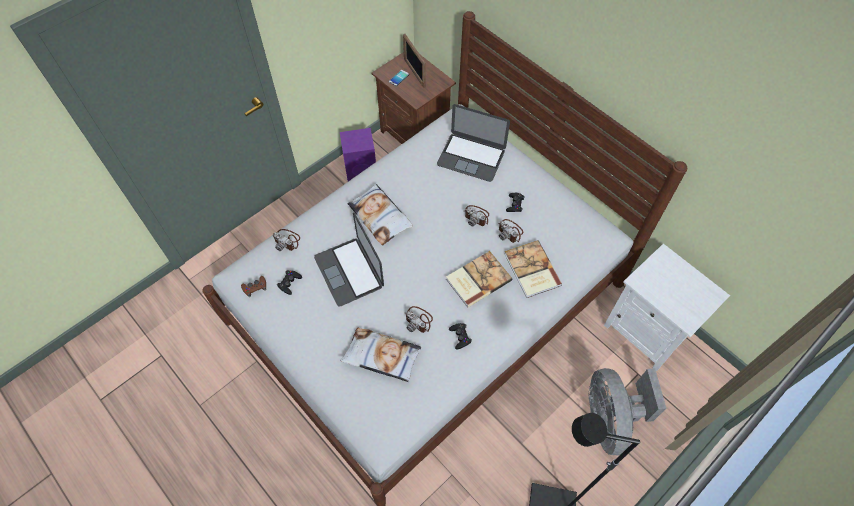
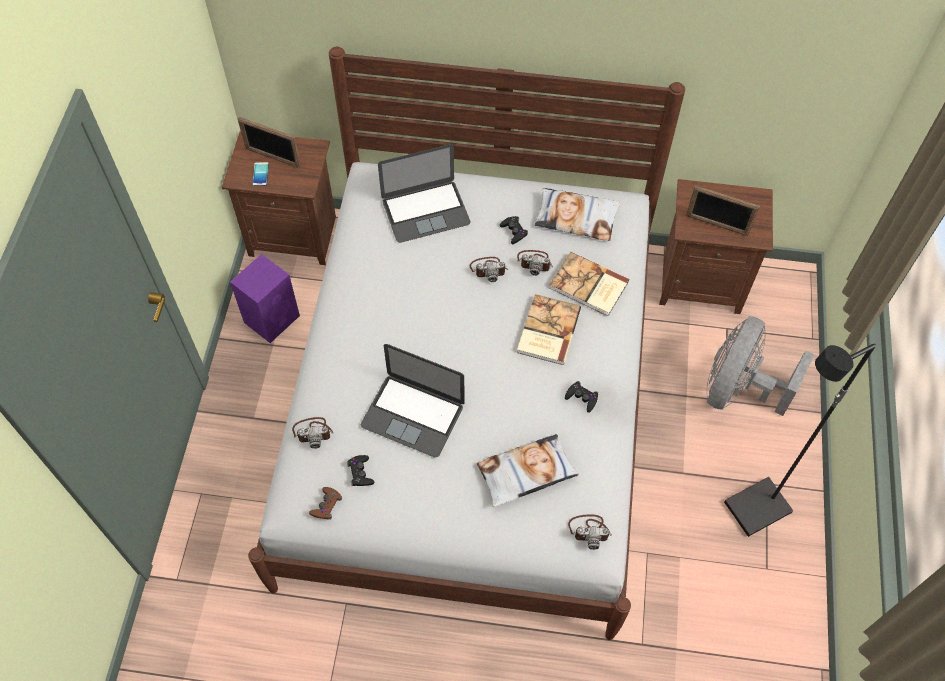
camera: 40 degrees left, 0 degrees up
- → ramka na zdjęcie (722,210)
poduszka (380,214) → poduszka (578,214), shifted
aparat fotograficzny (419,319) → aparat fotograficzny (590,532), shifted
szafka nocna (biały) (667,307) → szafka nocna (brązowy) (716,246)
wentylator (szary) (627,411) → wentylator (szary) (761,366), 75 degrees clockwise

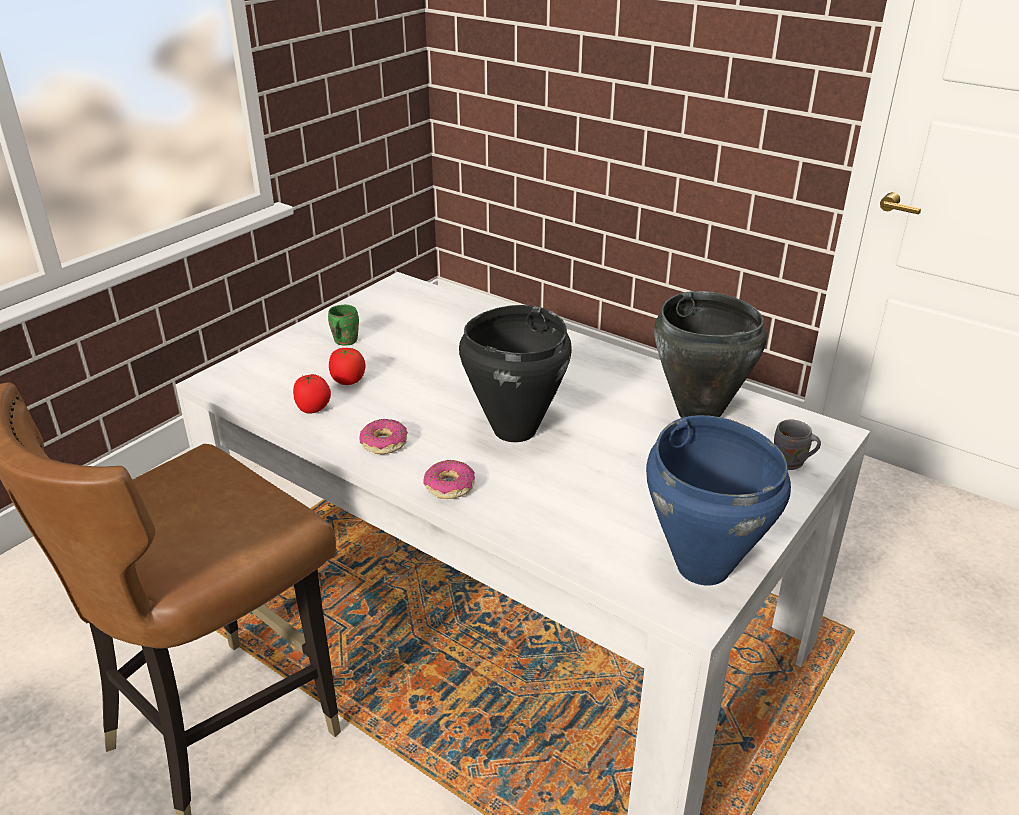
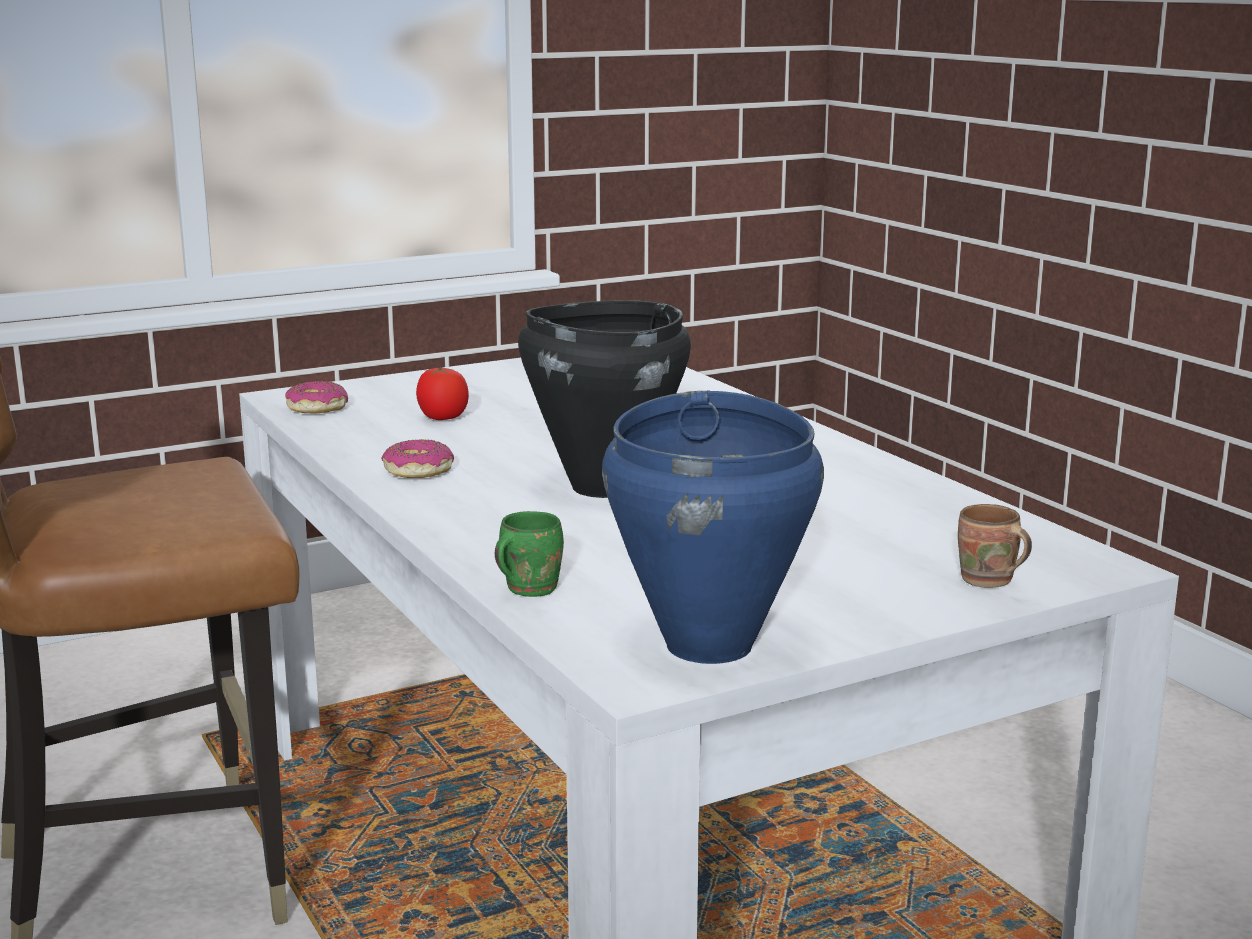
camera: 25 degrees right, 15 degrees down
pomidor (312,394) → -
garnek (czarny) (710,354) → -
kubek (zielony) (343,325) → kubek (zielony) (529,554), shifted
donut (449,479) → donut (316,397), shifted
kubek (szary) (797,444) → kubek (brązowy) (995,546)

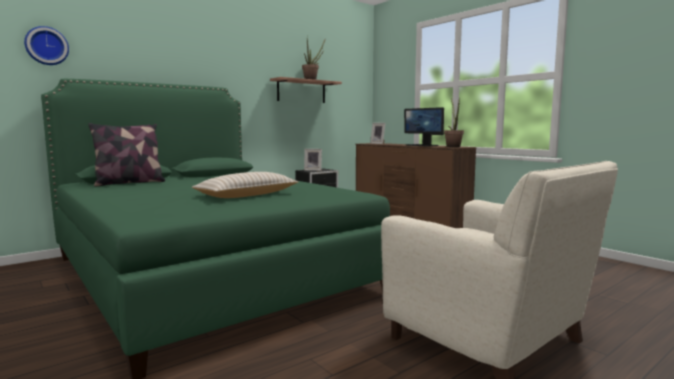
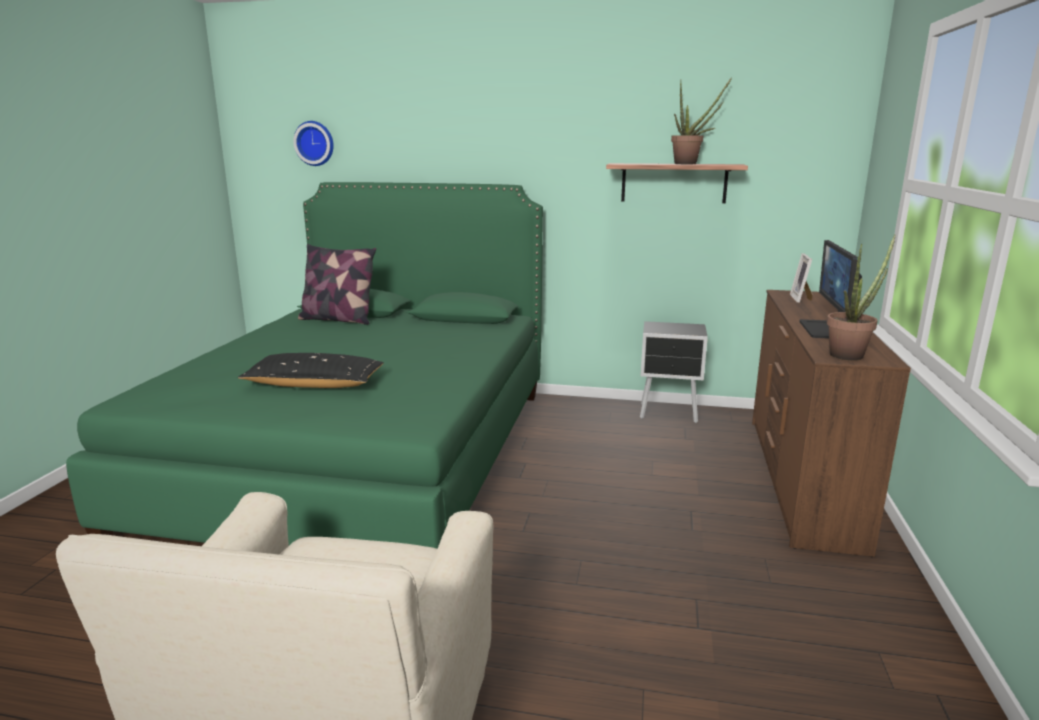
camera: 50 degrees right, 10 degrees up
ramka na zdjęcie (313,160) → -
poduszka (beżowy) (245,185) → poduszka (czarny) (311,370)

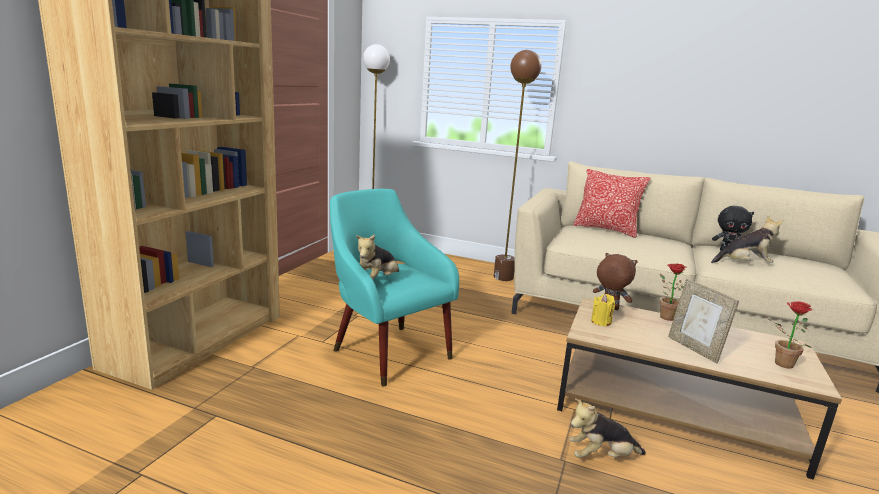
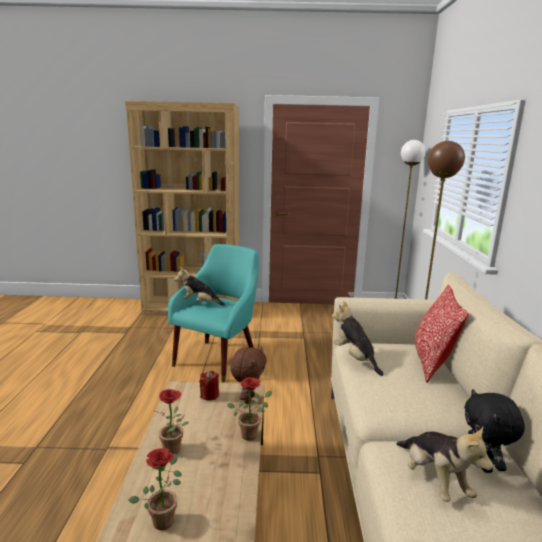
camera: 70 degrees right, 0 degrees up
pluszak (607,428) → pluszak (358,338), shifted
ramka na zdjęcie (703,321) → roślina doniczkowa (172,421)
świeca (żółty) (603,310) → świeca (czerwony) (209,386)

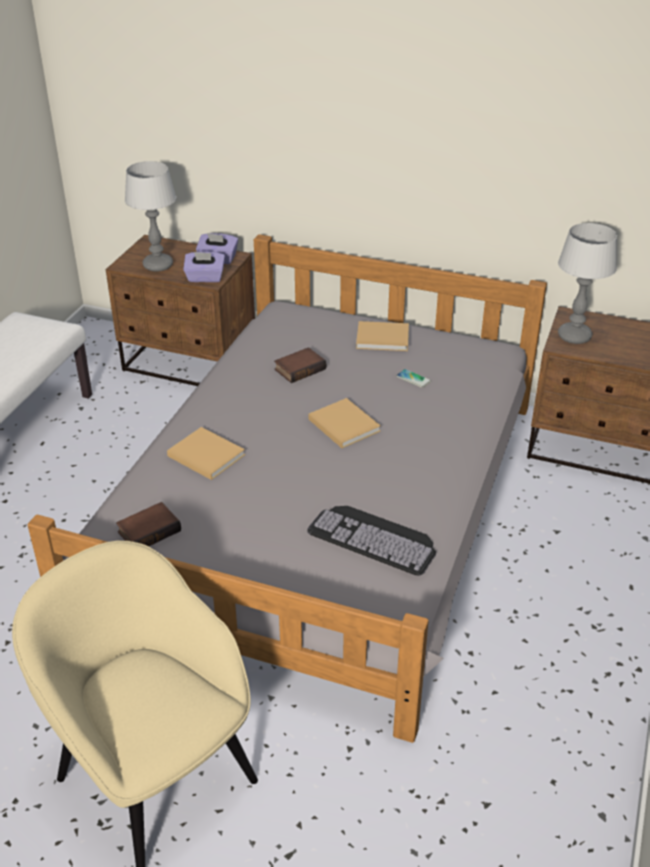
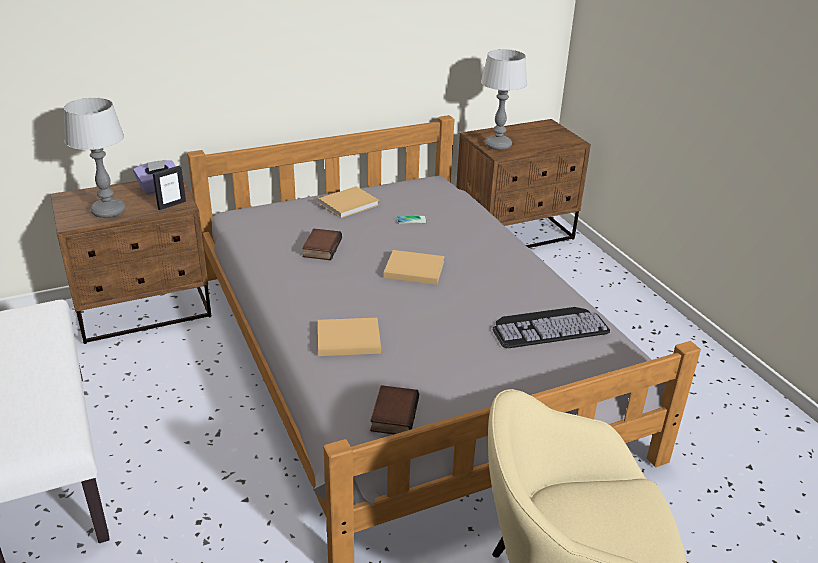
camera: 45 degrees left, 5 degrees down
pudełko chusteczek (fioletowy) (204,266) → ramka na zdjęcie (169,188)

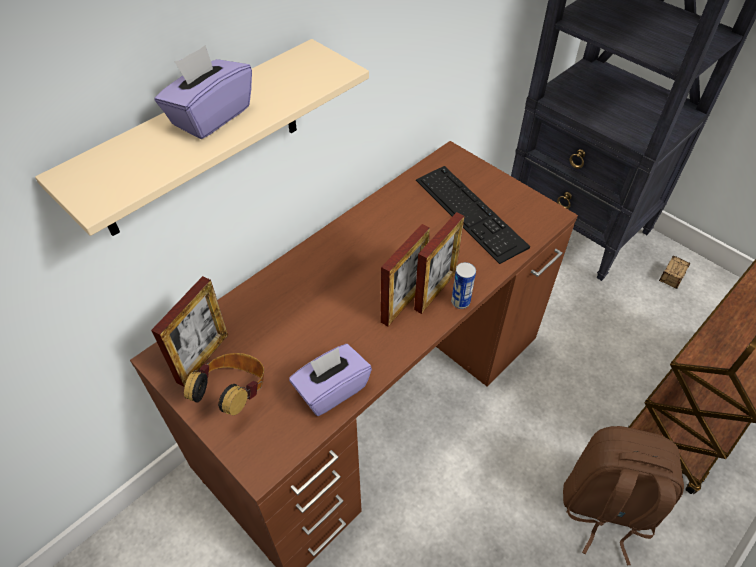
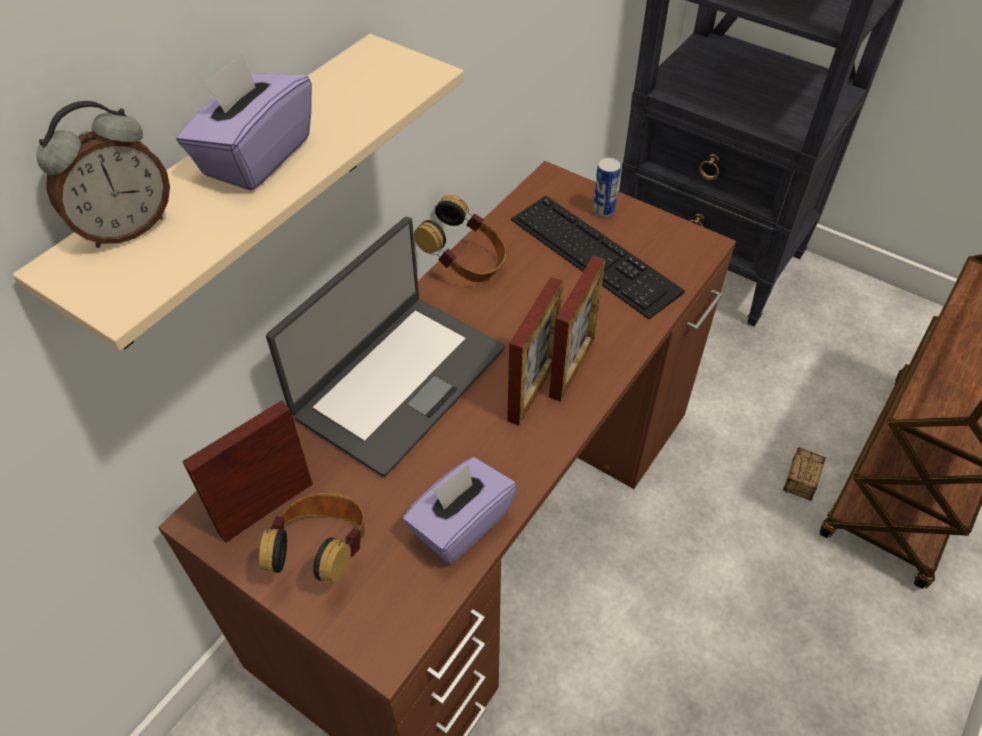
camera: 10 degrees left, 0 degrees up
plecak (brązowy) (623,495) → -
- → budzik (103,174)
- → laptop (385,347)
- → słuchawki (460,239)
puszka (463,285) → puszka (607,187), shifted
pojemnik do przechowywania (674,271) → pojemnik do przechowywania (804,477), shifted
ramka na zdjęcie (189,331) → ramka na zdjęcie (247,471), 150 degrees counterclockwise

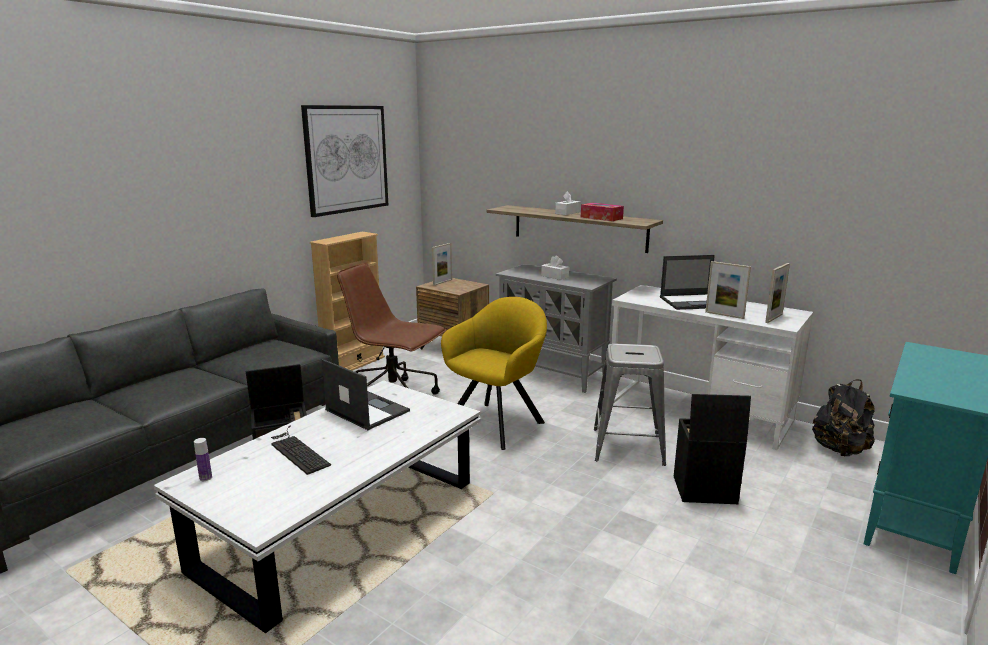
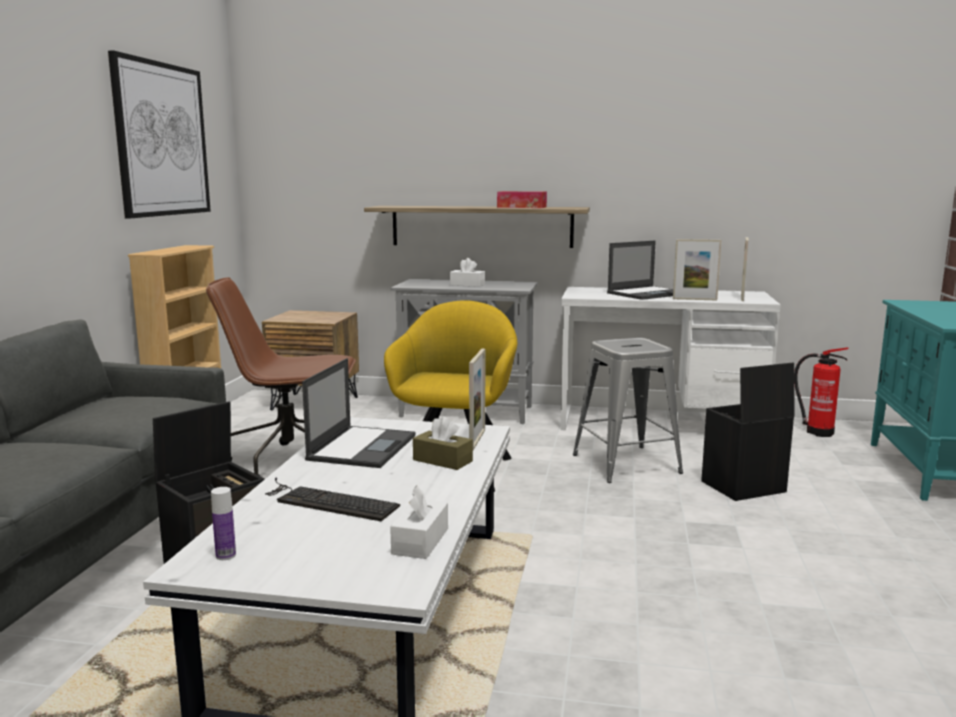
camera: 25 degrees left, 5 degrees down
- → pudełko chusteczek (brązowy) (443,443)
ramka na zdjęcie (442,264) → ramka na zdjęcie (477,399), shifted
pudełko chusteczek (biały) (567,203) → pudełko chusteczek (biały) (419,522), shifted
plecak (czarny) (843,418) → gaśnica (821,392)
laptop (366,394) → laptop (358,413), 90 degrees clockwise

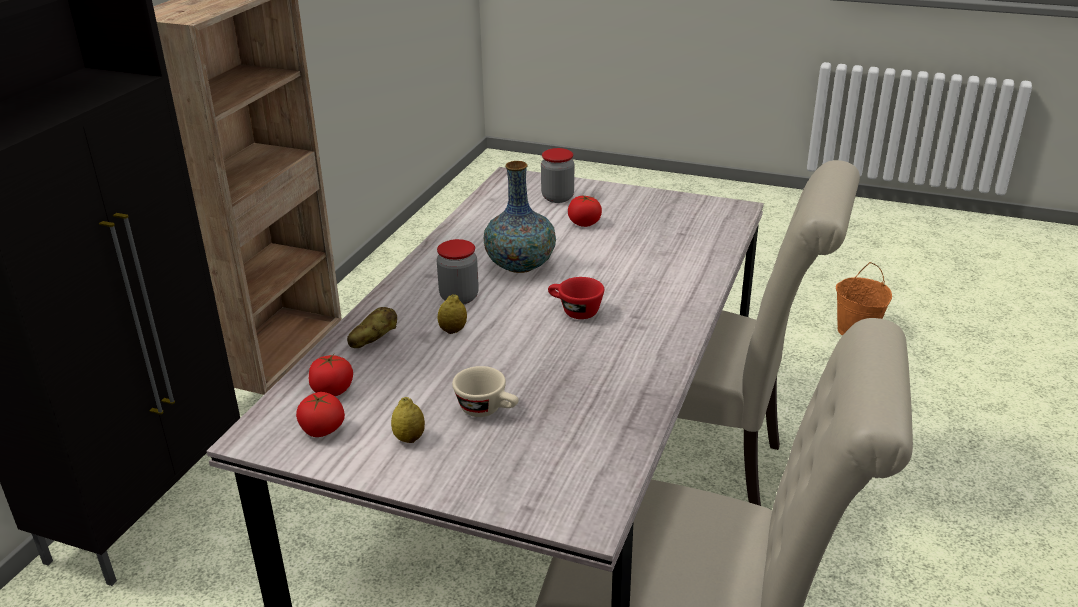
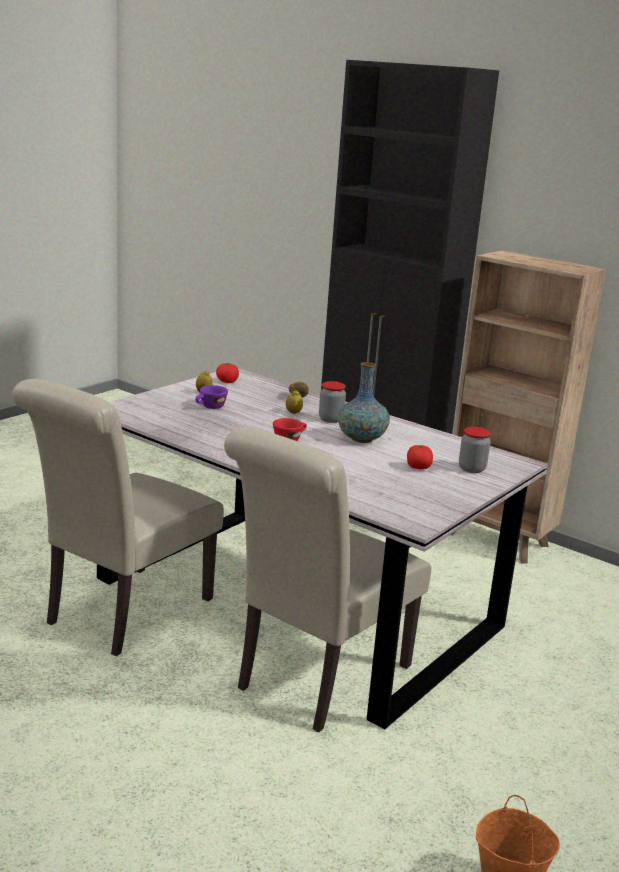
camera: 105 degrees right, 10 degrees down
pomidor (331,375) → -
filiżanka (beżowy) (485,391) → filiżanka (fioletowy) (211,397)

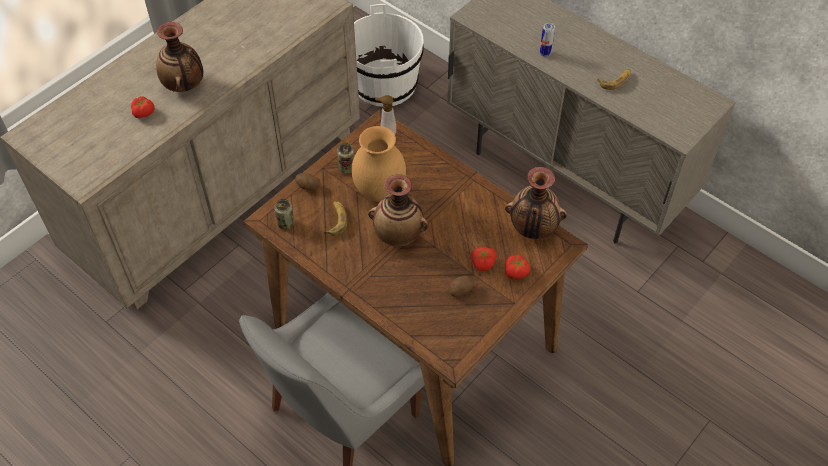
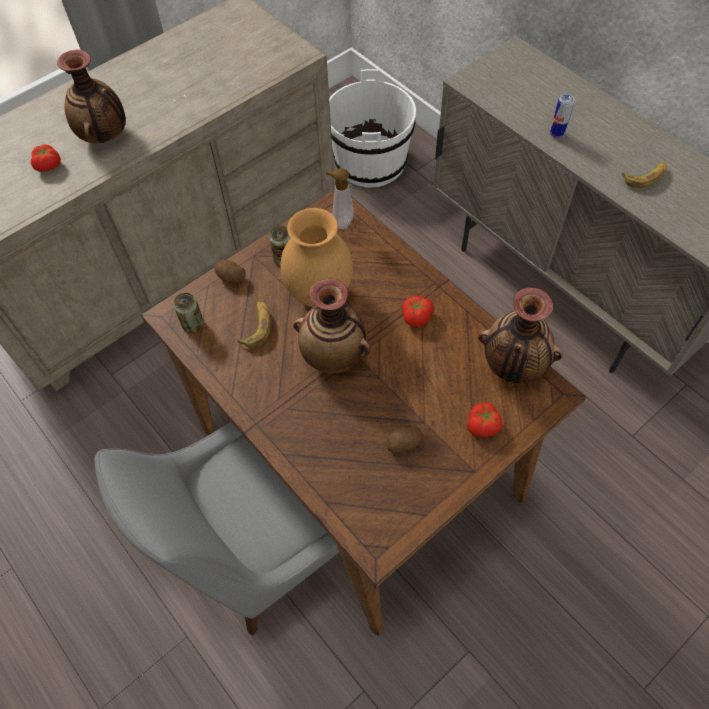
camera: 10 degrees right, 5 degrees up
pomidor (484,259) → pomidor (418,311), shifted

